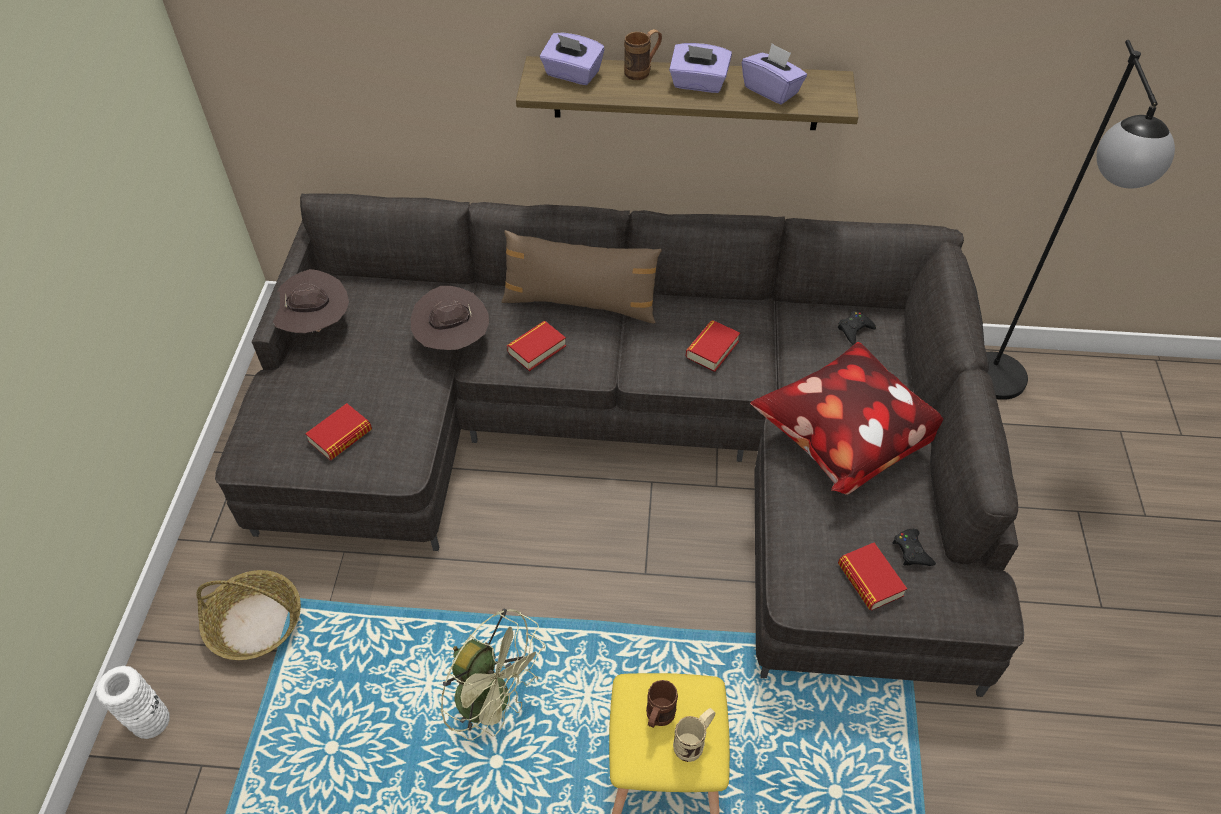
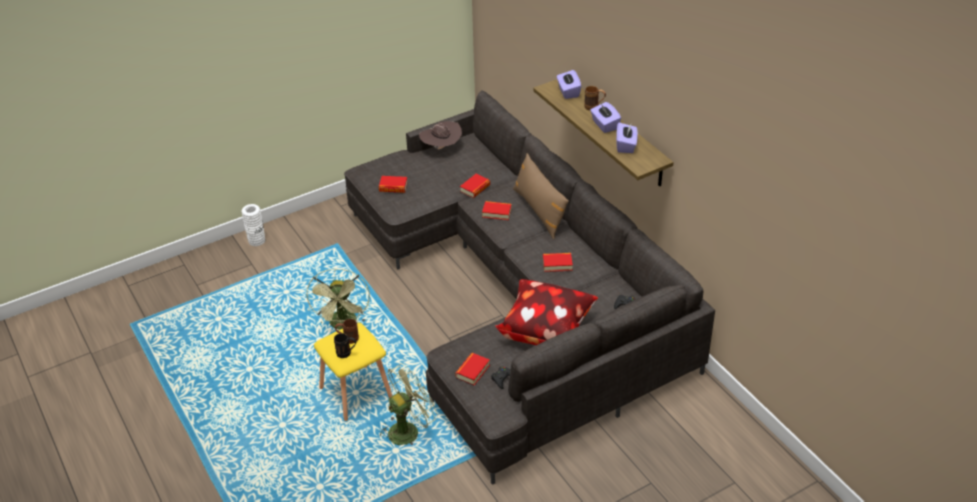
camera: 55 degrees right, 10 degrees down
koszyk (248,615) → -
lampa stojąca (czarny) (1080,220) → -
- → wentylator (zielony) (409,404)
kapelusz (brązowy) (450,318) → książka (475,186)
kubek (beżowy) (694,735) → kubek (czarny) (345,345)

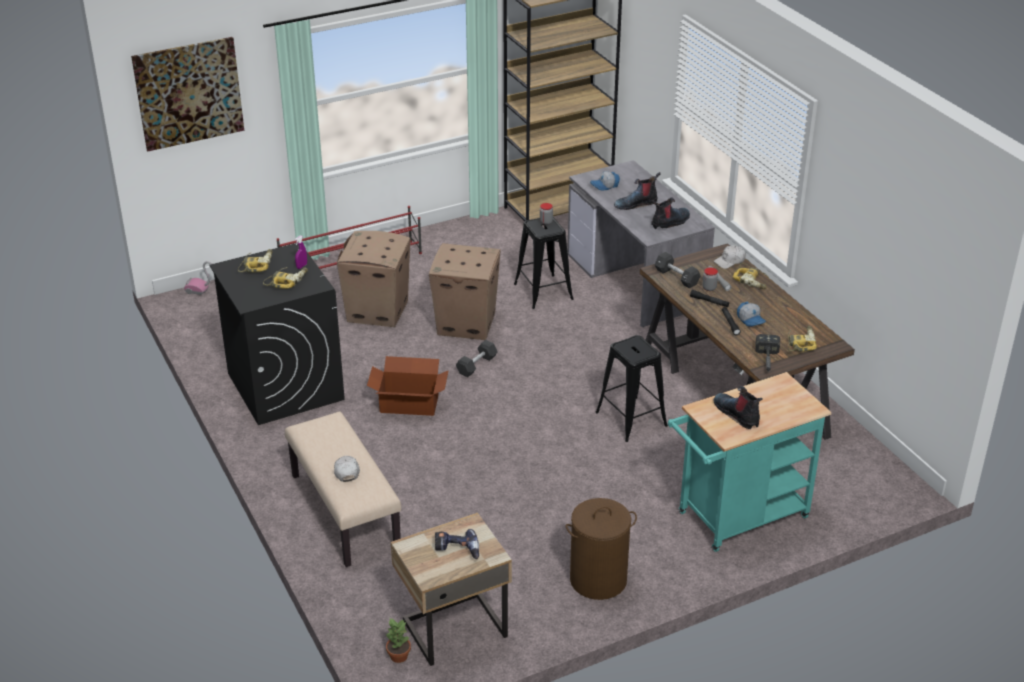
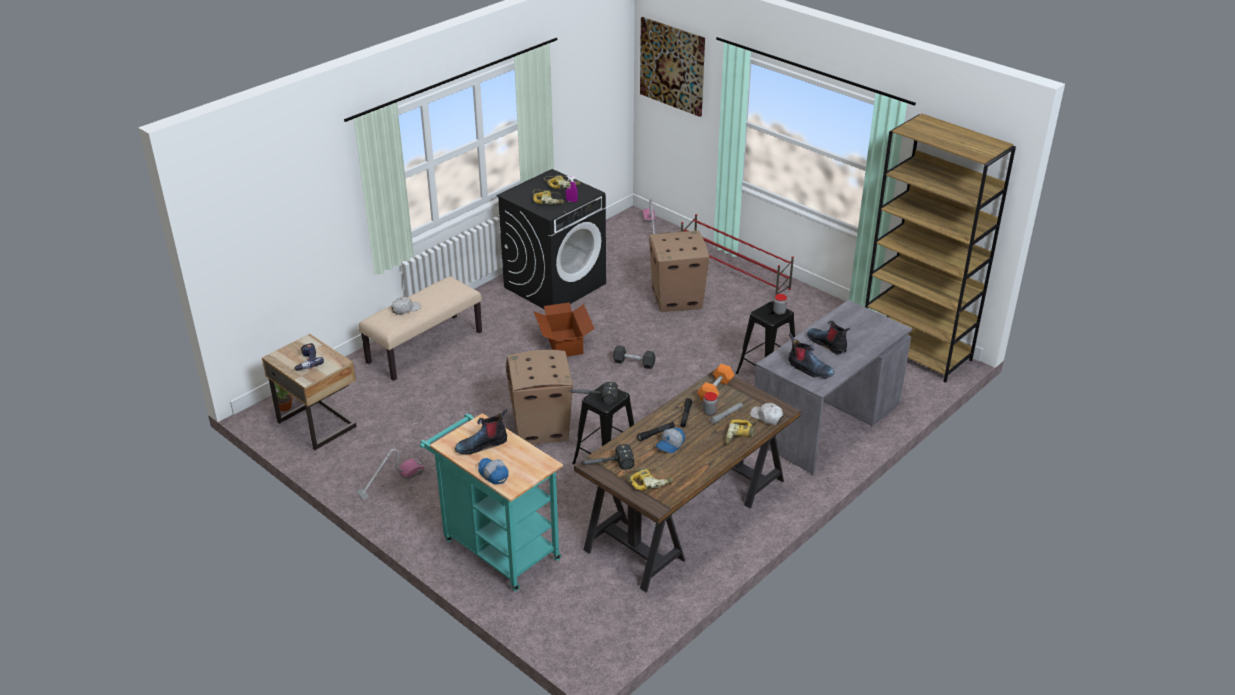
camera: 70 degrees right, 0 degrees up
- → młotek (593,393)
karton (465,291) → karton (539,397), shifted
czapka z daszkiem (605,181) → czapka z daszkiem (493,471), shifted
kosz na pranie (brązowy) (601,549) → odkurzacz (390,474)
hantel (czarny) (678,270) → hantel (pomarańczowy) (715,382)
but z cholewką (738,407) → but z cholewką (481,431), 150 degrees counterclockwise

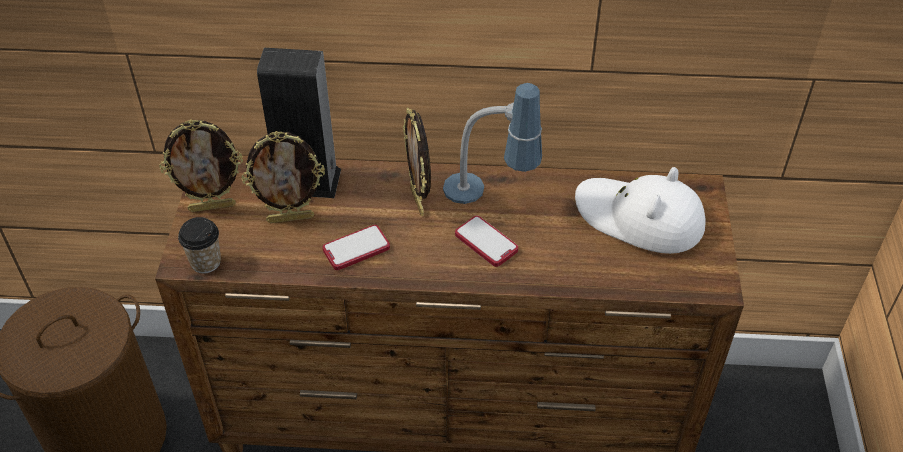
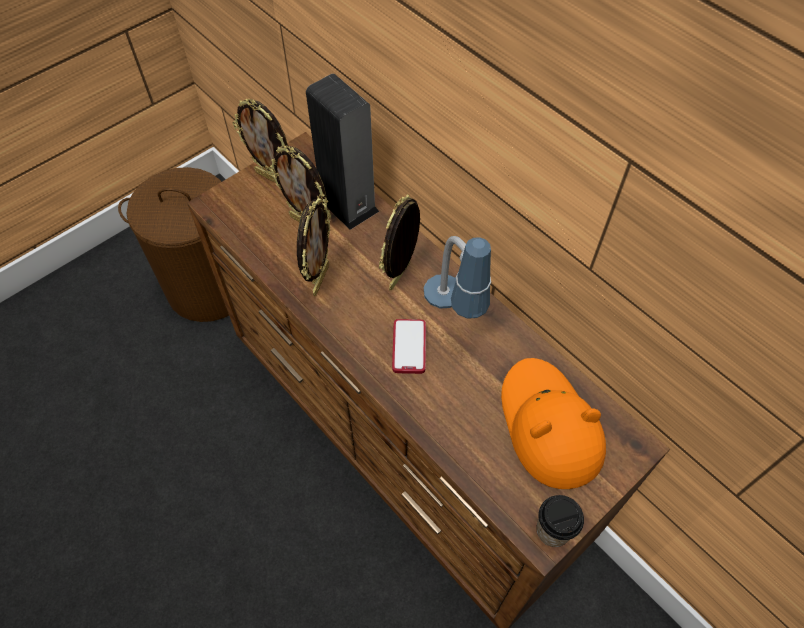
camera: 45 degrees right, 10 degrees up
filiżanka (199,245) → filiżanka (560,521), shifted
telefon (356,247) → ramka na zdjęcie (314,247)
kapelusz (biały) (640,210) → kapelusz (pomarańczowy) (553,423)

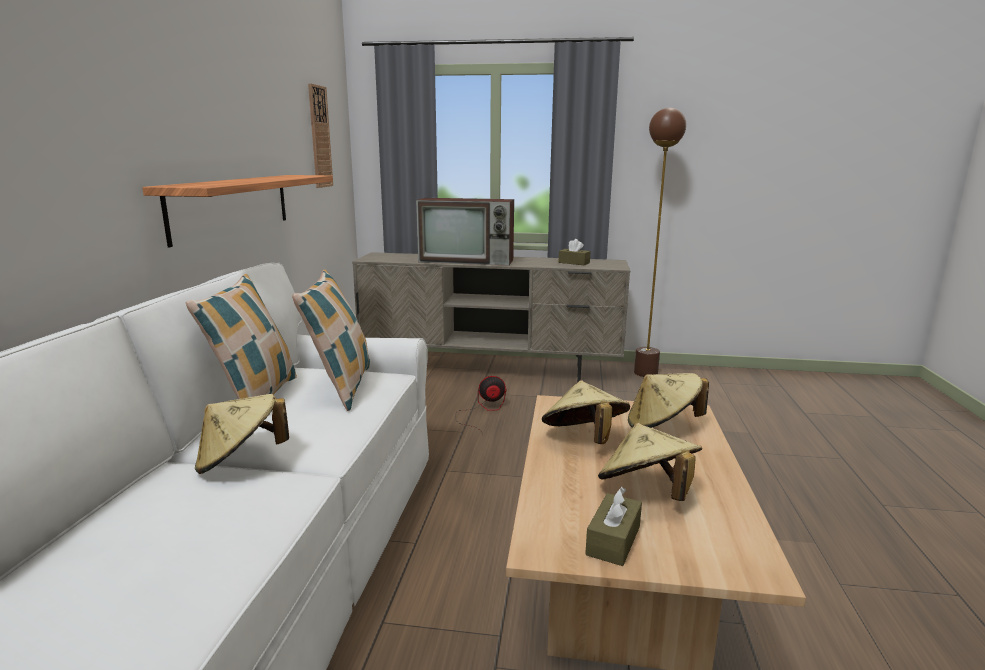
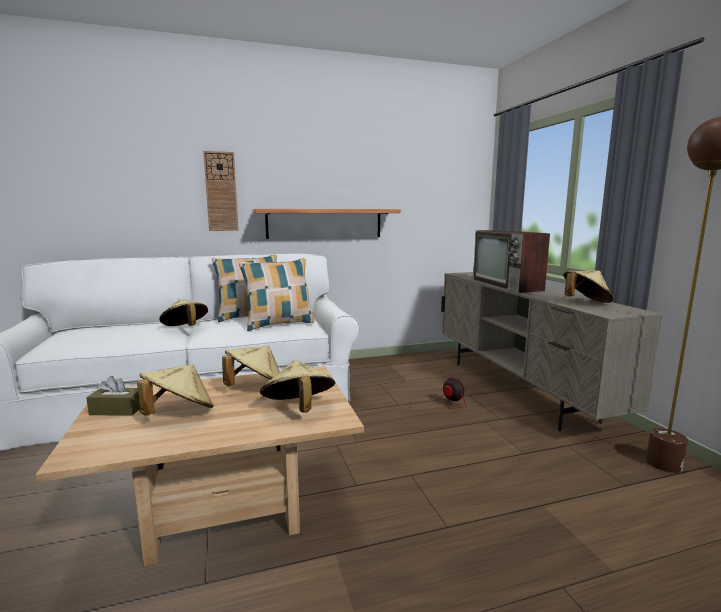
camera: 65 degrees right, 5 degrees down
zegar ścienny (320,135) → zegar ścienny (221,191), shifted
pudełko chusteczek (brązowy) (574,252) → kapelusz (beżowy) (588,286)

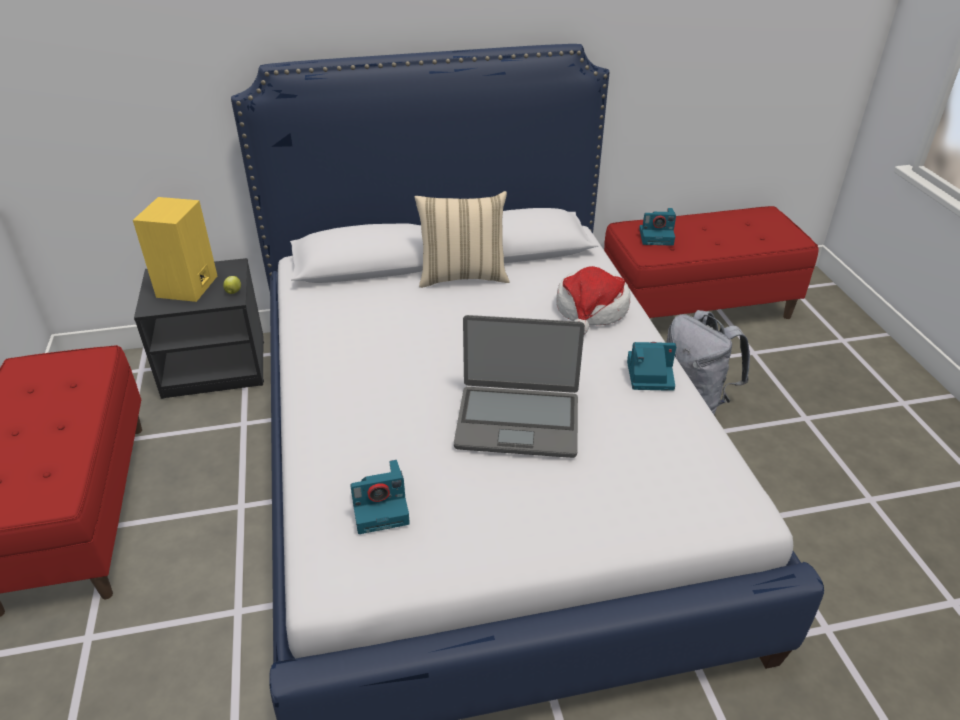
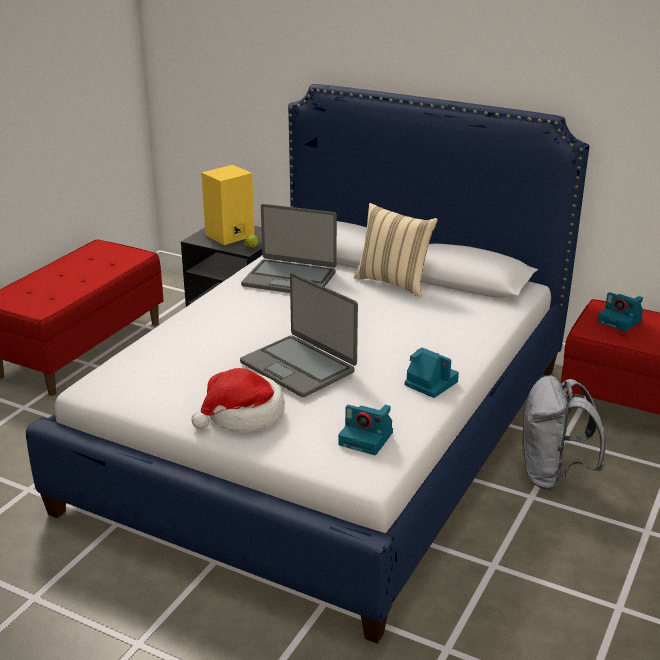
camera: 40 degrees right, 10 degrees down
- → laptop (289,248)
aparat fotograficzny (380,497) → aparat fotograficzny (365,430), shifted
kapelusz (593,300) → kapelusz (238,399), shifted

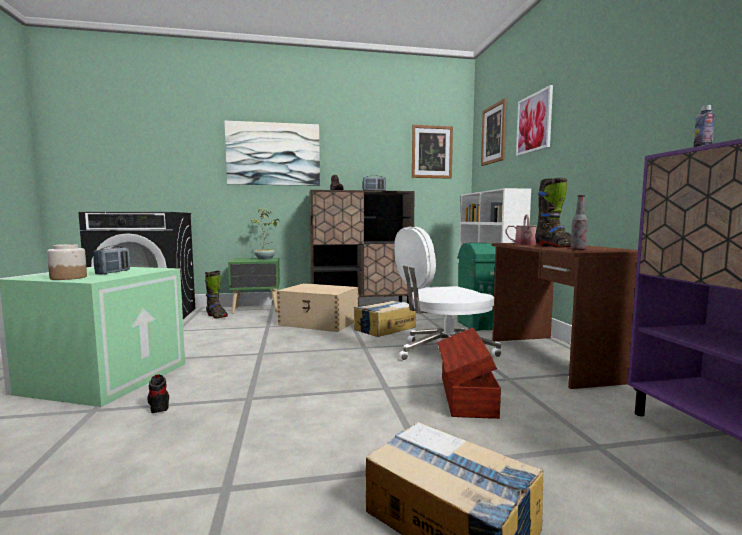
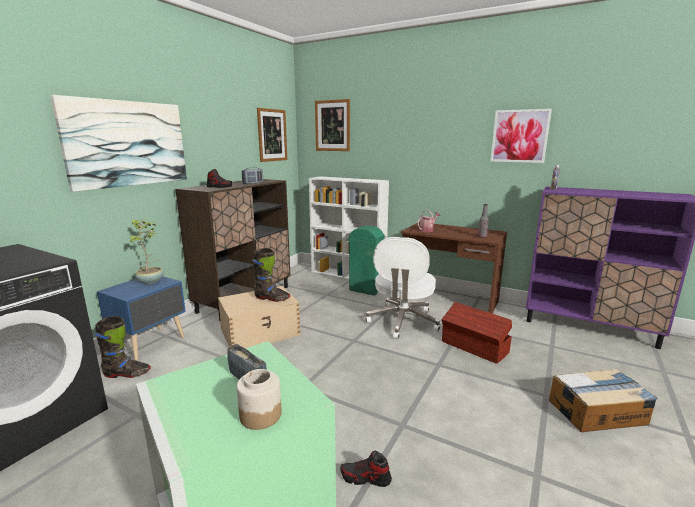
camera: 50 degrees left, 10 degrees up
karton (385,319) → -
obraz (534,120) → obraz (521,136), shifted
but z cholewką (czarny) (553,212) → but z cholewką (czarny) (271,275), shifted
szafka nocna (zielony) (254,286) → szafka nocna (niebieski) (141,318)

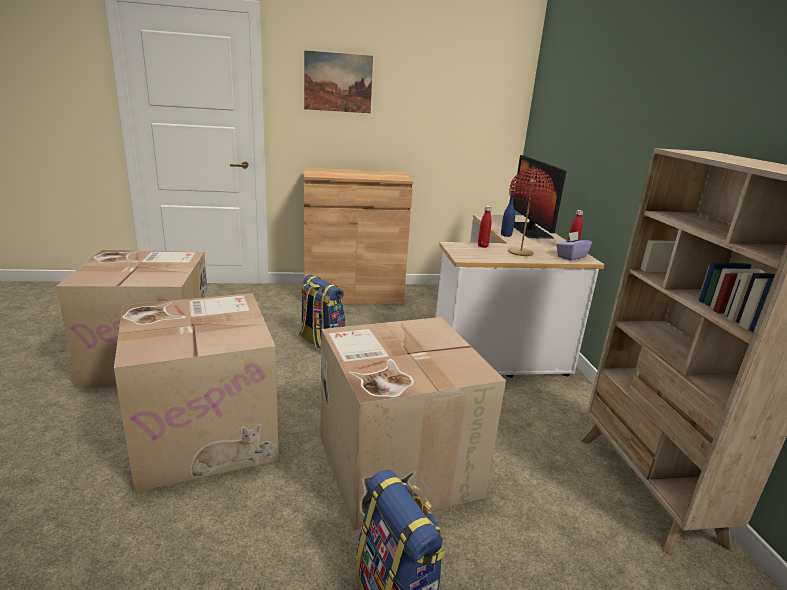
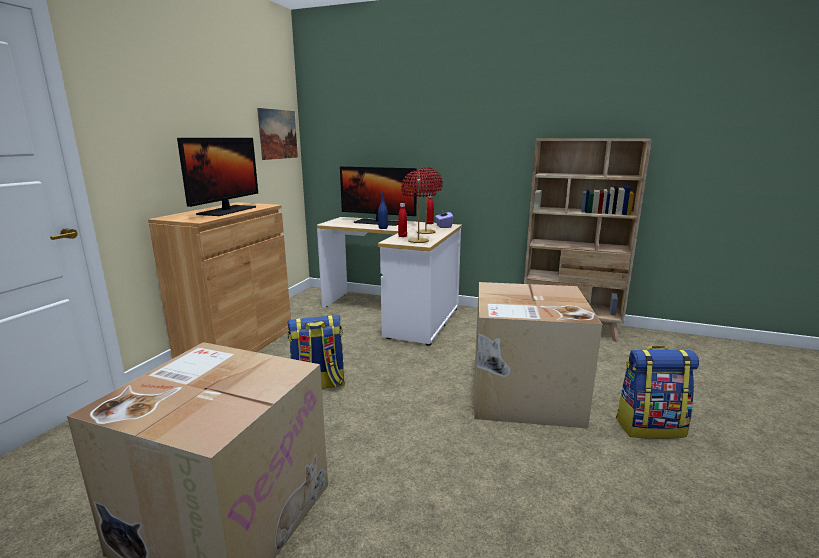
camera: 60 degrees left, 5 degrees down
karton (196,392) → -
- → monitor (217,177)
- → lampa stołowa (czerwony) (419,206)
obraz (338,81) → obraz (277,134), shifted

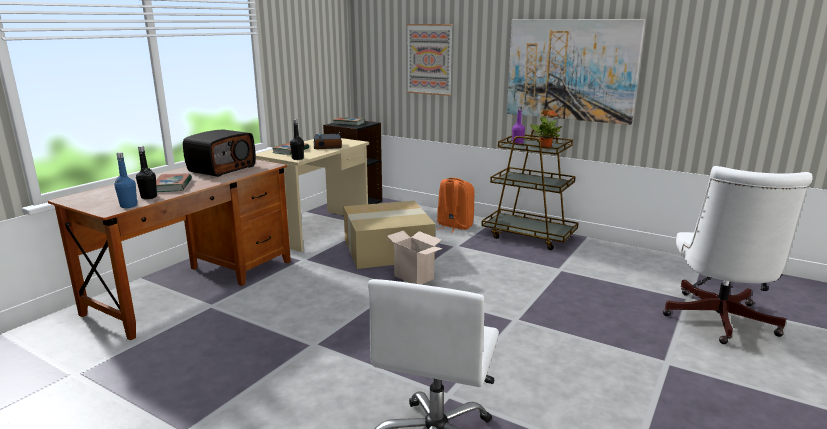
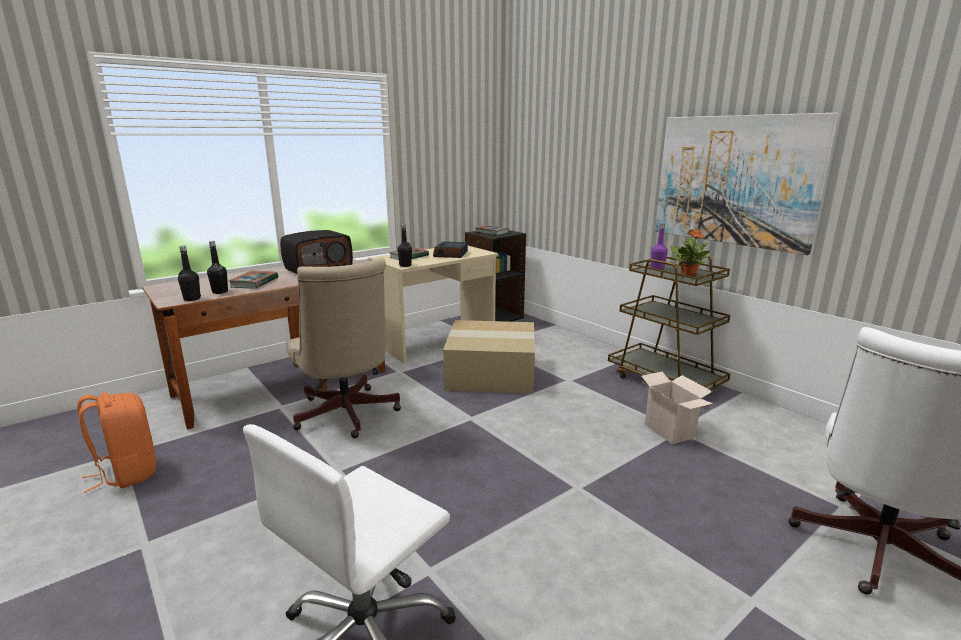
camera: 20 degrees right, 0 degrees up
obraz (430,60) → -
- → krzesło biurowe (beżowy) (343,348)
karton (415,257) → karton (677,408), shifted
plecak (pomarańczowy) (456,205) → plecak (pomarańczowy) (116,442), shifted
butelka (niebieski) (126,180) → butelka (czarny) (189,273)

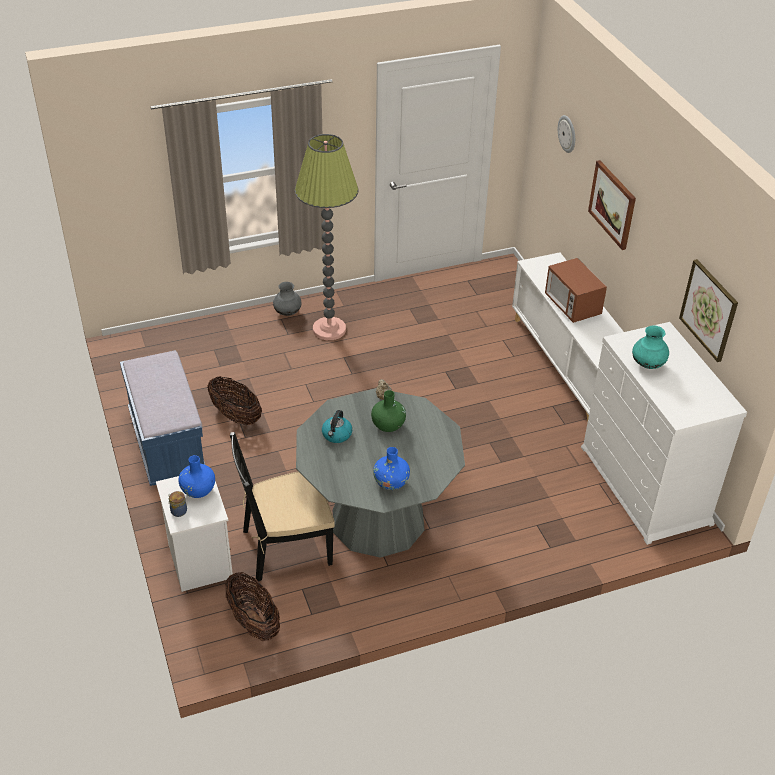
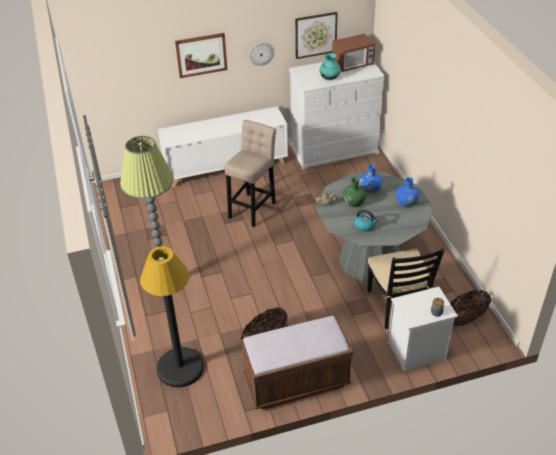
camera: 85 degrees left, 0 degrees up
wazon (szary) (287,299) → -
- → lampa stojąca (czarny) (172,316)
- → stołek (beżowy) (250,173)
wazon (niebieski) (196,476) → wazon (niebieski) (371,179), shifted
mikrofalówka (576,290) → mikrofalówka (353,53), shifted
zegar ścienny (566,134) → zegar ścienny (261,54), shifted
ławka (niebieski) (162,418) → ławka (brązowy) (297,362)

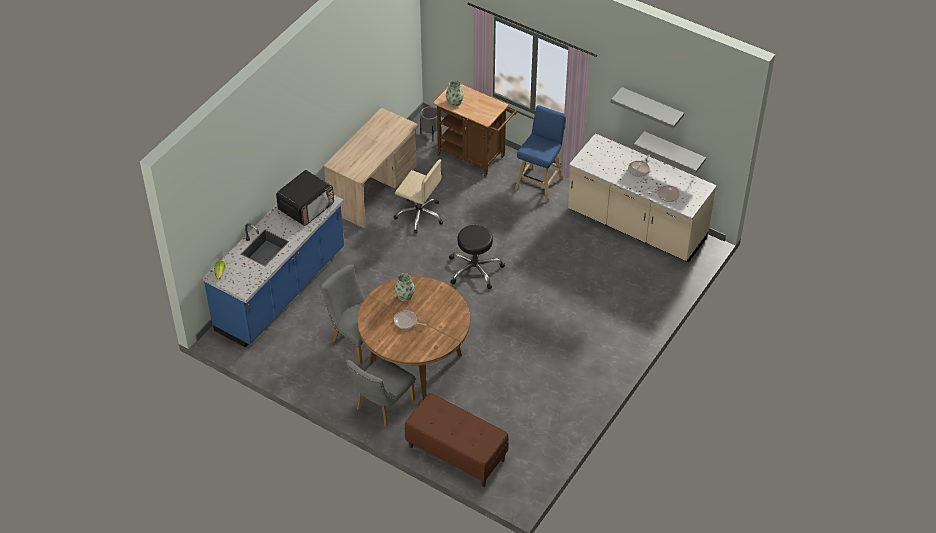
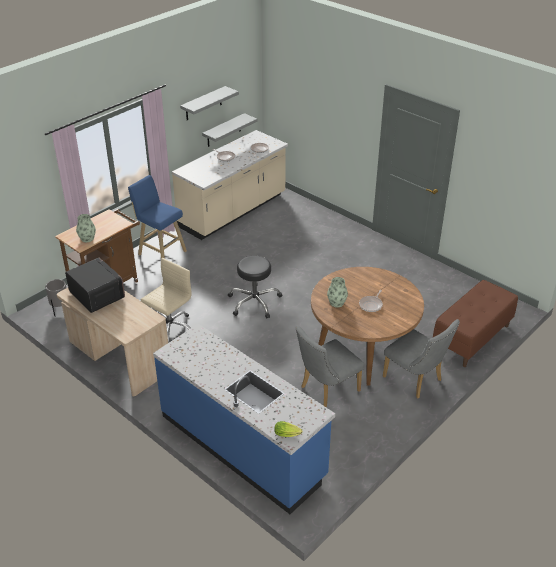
camera: 80 degrees left, 10 degrees down
mikrofalówka (305,198) → mikrofalówka (95,285), shifted

